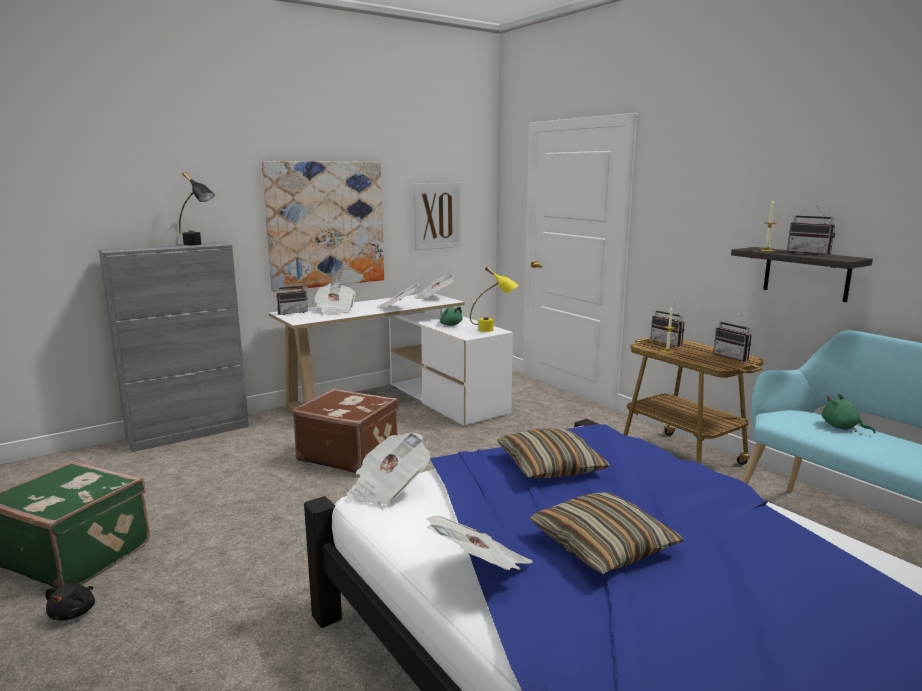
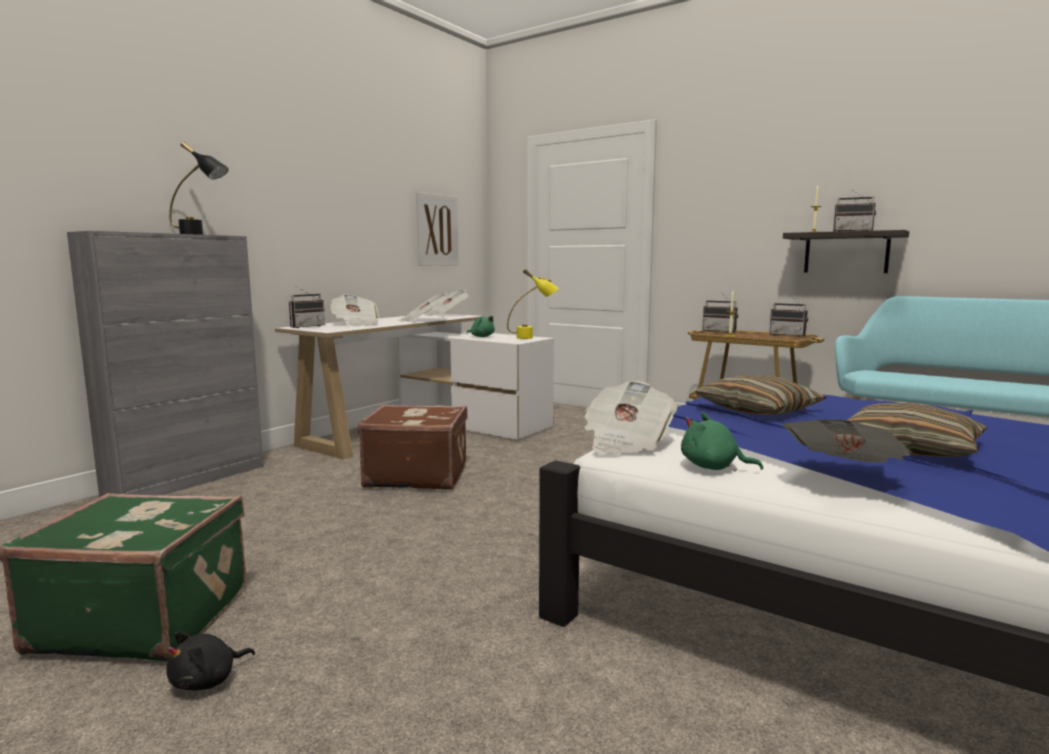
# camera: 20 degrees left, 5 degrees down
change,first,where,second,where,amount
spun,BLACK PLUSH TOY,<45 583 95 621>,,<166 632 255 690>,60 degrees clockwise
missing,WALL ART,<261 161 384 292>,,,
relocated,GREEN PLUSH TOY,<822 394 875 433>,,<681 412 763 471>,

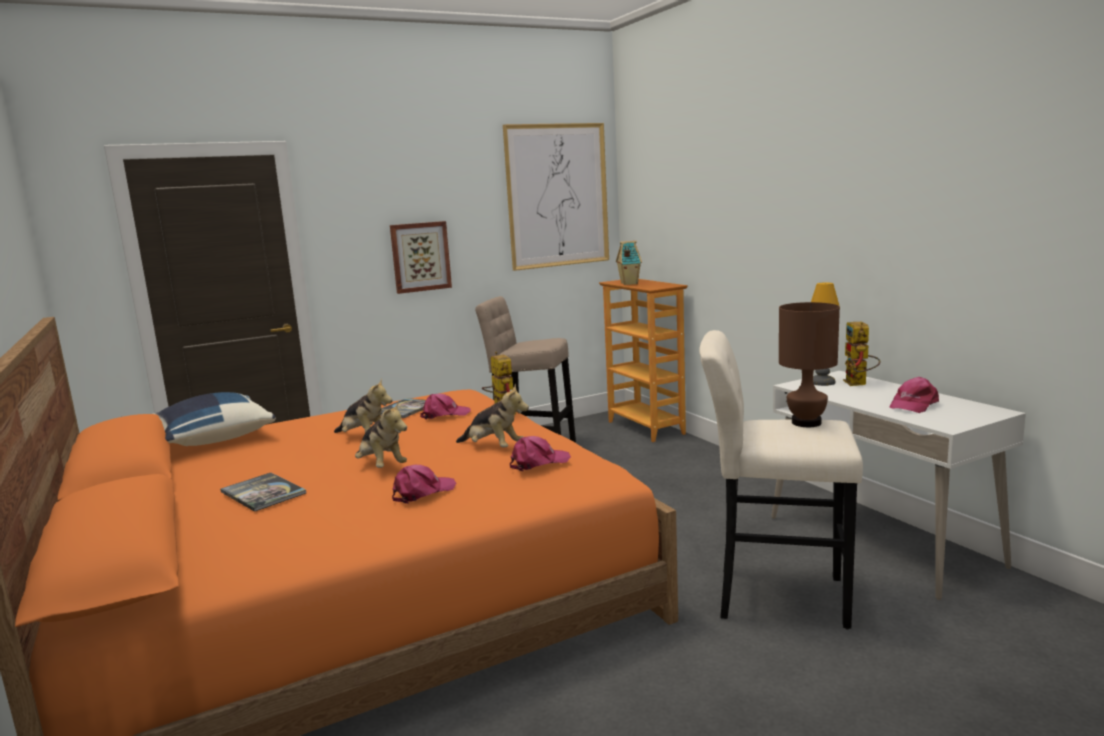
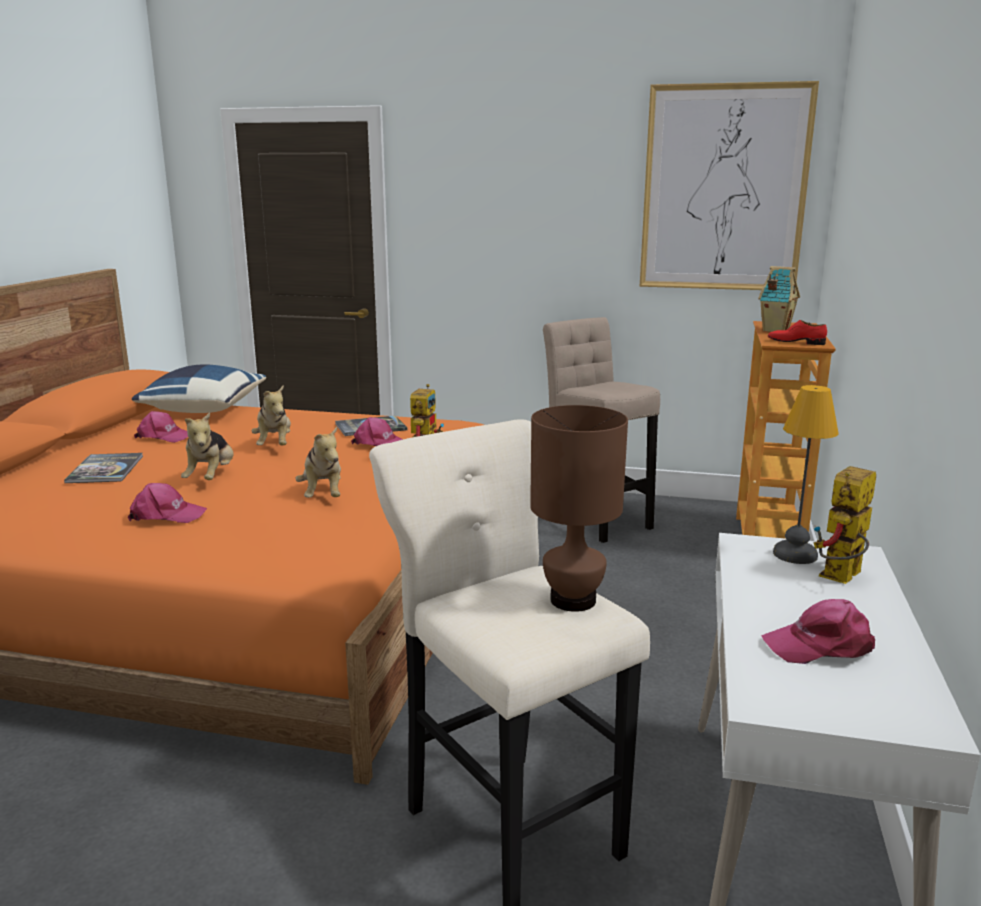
# camera: 40 degrees right, 5 degrees up
change,first,where,second,where,amount
missing,WALL ART,<390 221 452 294>,,,
relocated,PINK-COLOURED CAP,<510 436 571 471>,,<134 411 188 443>,
appeared,,,RED LOW SHOE,<768 320 827 345>,

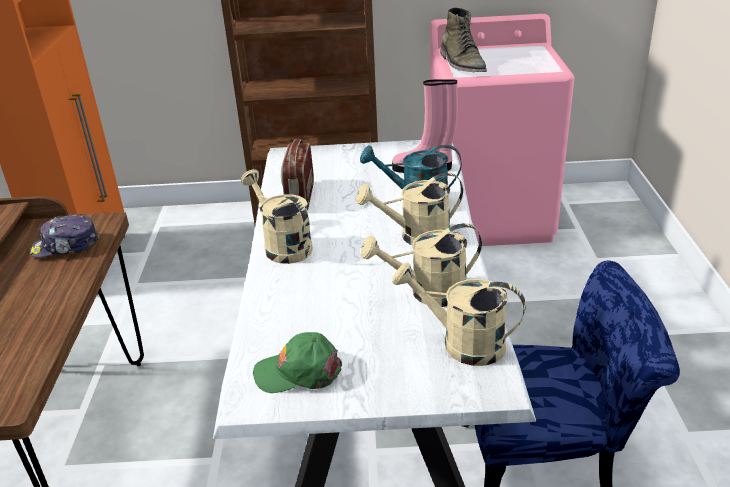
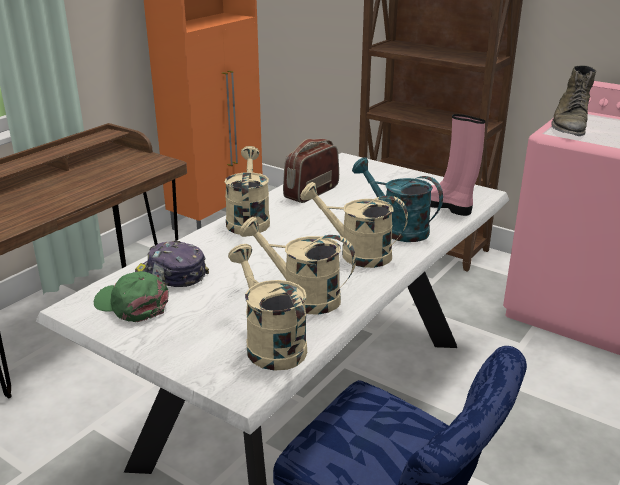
# camera: 35 degrees right, 5 degrees down
change,first,where,second,where,amount
relocated,CAP,<29 215 99 258>,,<135 241 209 287>,

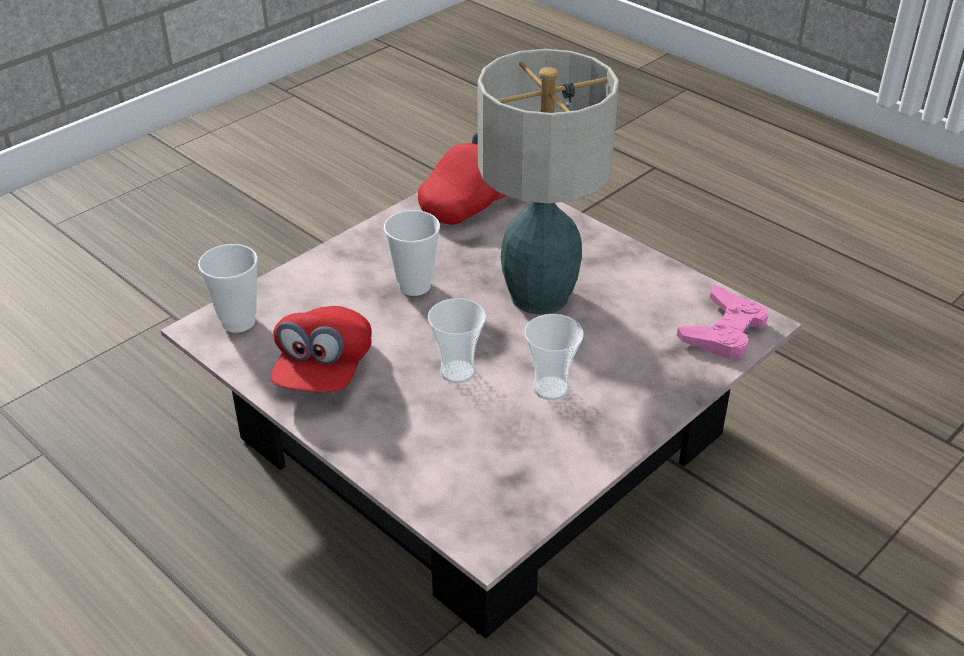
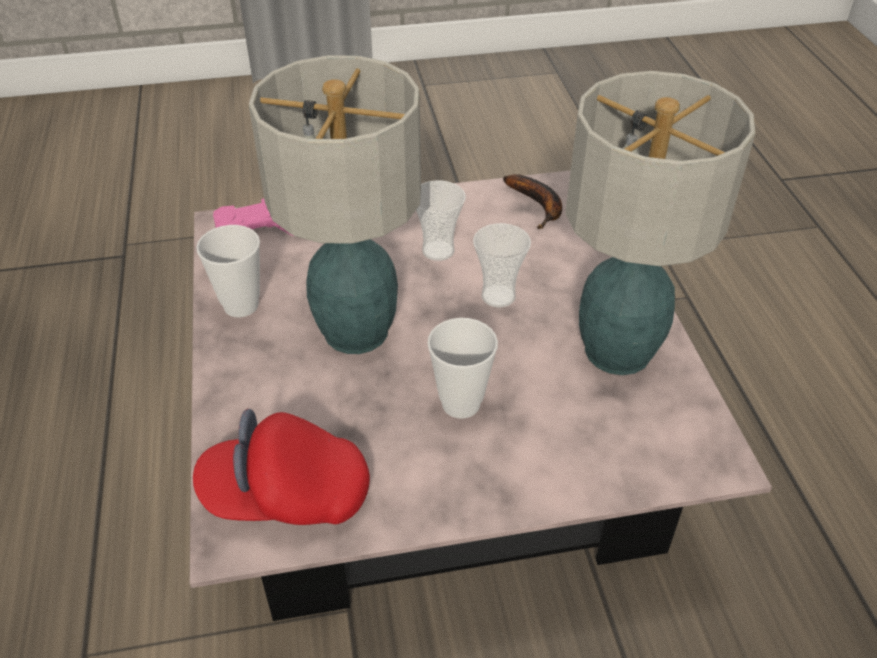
# camera: 145 degrees left, 5 degrees up
change,first,where,second,where,amount
relocated,SMALL CUP,<198 244 258 333>,,<196 225 260 317>,
exchanged,RED CAP,<271 306 372 392>,TABLE LAMP,<565 71 755 375>,
appeared,,,WHOLE BANANA,<503 174 562 229>,

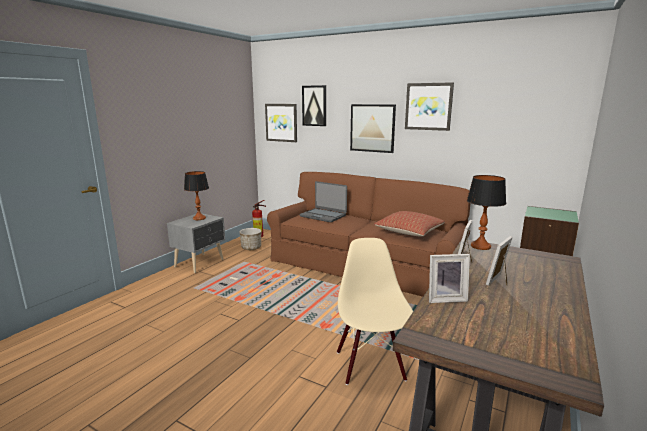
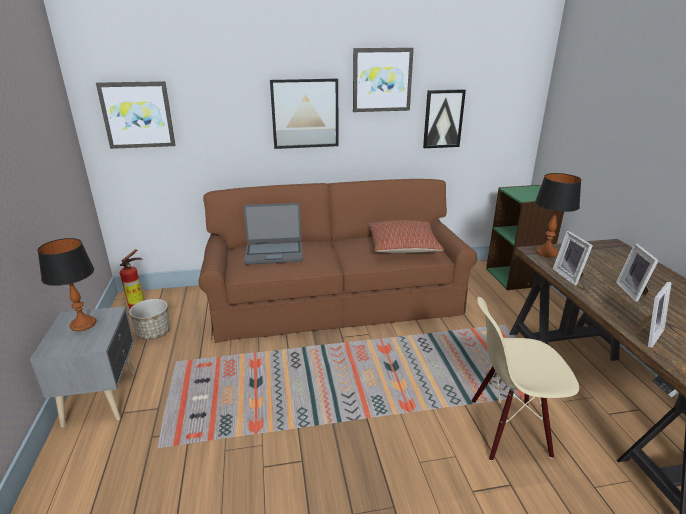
# camera: 40 degrees left, 10 degrees up
change,first,where,second,where,amount
relocated,WALL ART,<302 85 326 126>,,<423 89 466 148>,
spun,BEIGE UPRIGHT CHAIR,<337 238 413 385>,,<472 297 579 461>,45 degrees counterclockwise

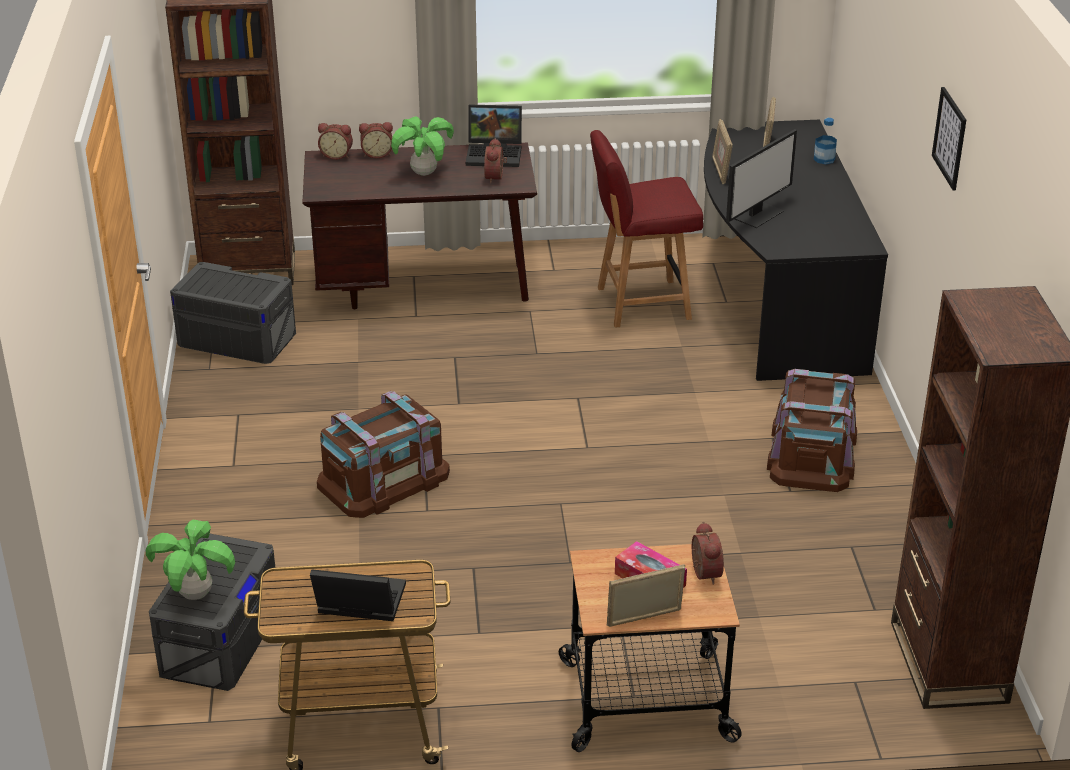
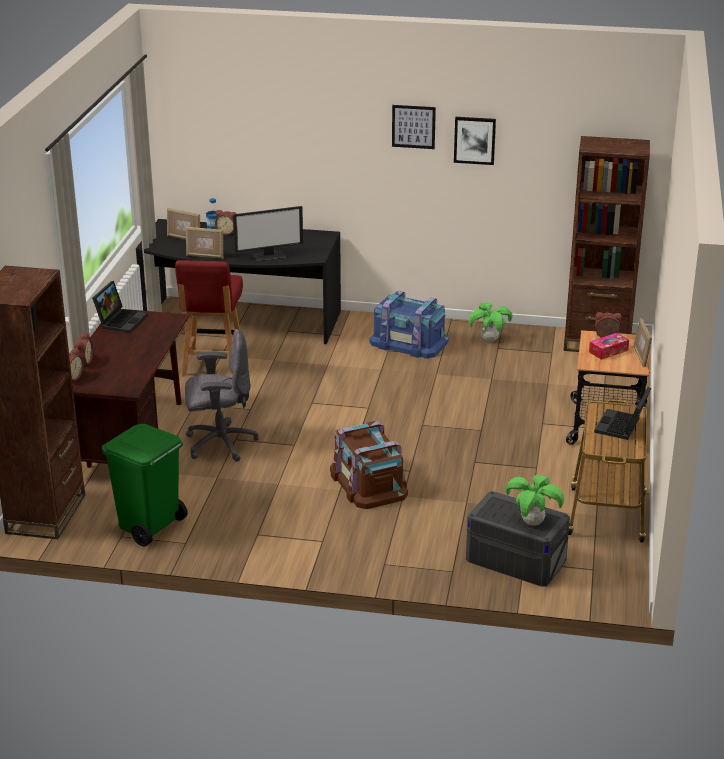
# camera: 75 degrees left, 5 degrees down
change,first,where,second,where,amount
exchanged,GREY STORAGE CONTAINER,<170 262 296 364>,GREEN TRASH CAN,<102 424 188 546>,
relocated,POTTED PLANT,<391 116 454 176>,,<469 302 512 342>,
relocated,ALARM CLOCK,<484 138 507 184>,,<215 210 237 235>,
spun,COMPUTER SCREEN,<726 129 797 228>,,<233 206 303 262>,105 degrees clockwise
colour,BROWN STORAGE CONTAINER,<767 369 857 492>,BLUISH STORAGE CONTAINER,<369 291 449 358>,
appeared,,,GREY OFFICE CHAIR,<185 329 259 462>,
appeared,,,WALL ART,<454 117 496 165>,

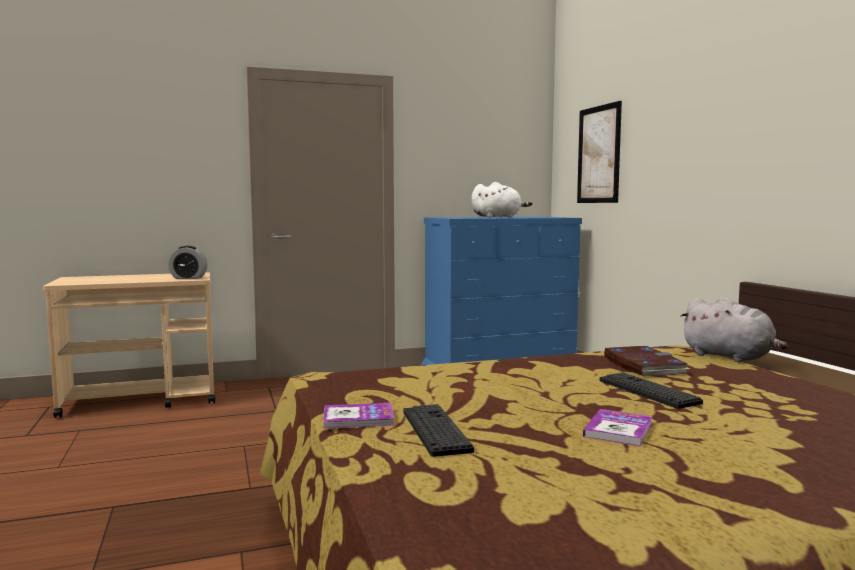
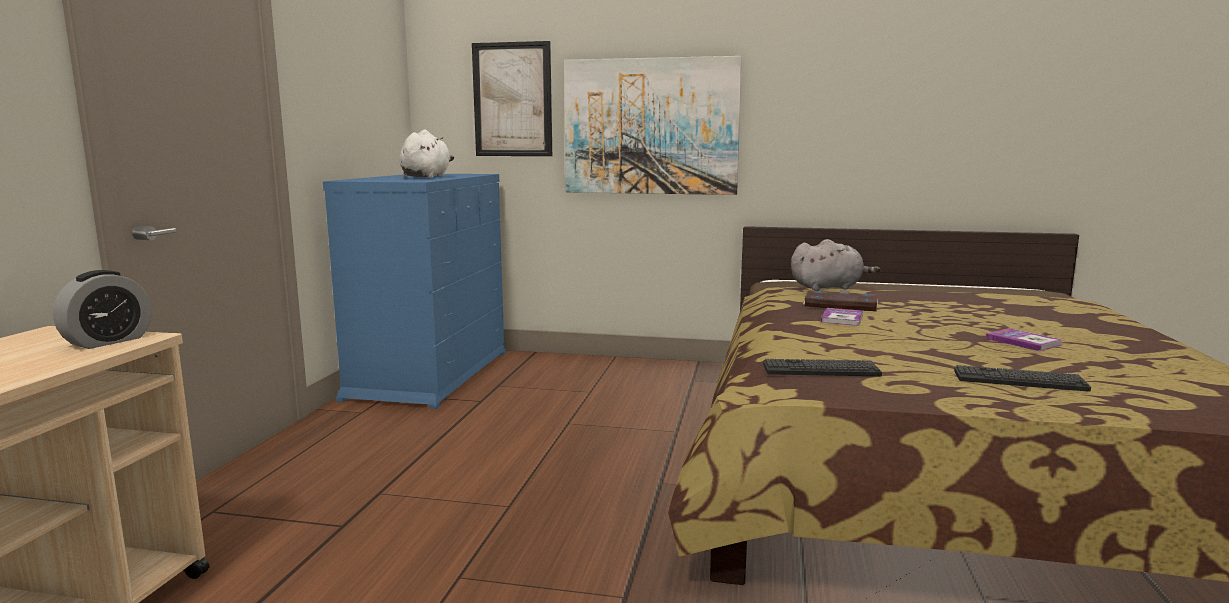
# camera: 60 degrees left, 5 degrees up
change,first,where,second,where,amount
relocated,BOUND BOOK,<323 403 395 429>,,<821 308 863 326>,
relocated,KEYBOARD,<600 372 703 409>,,<763 359 882 376>,
appeared,,,WALL ART,<564 56 742 195>,

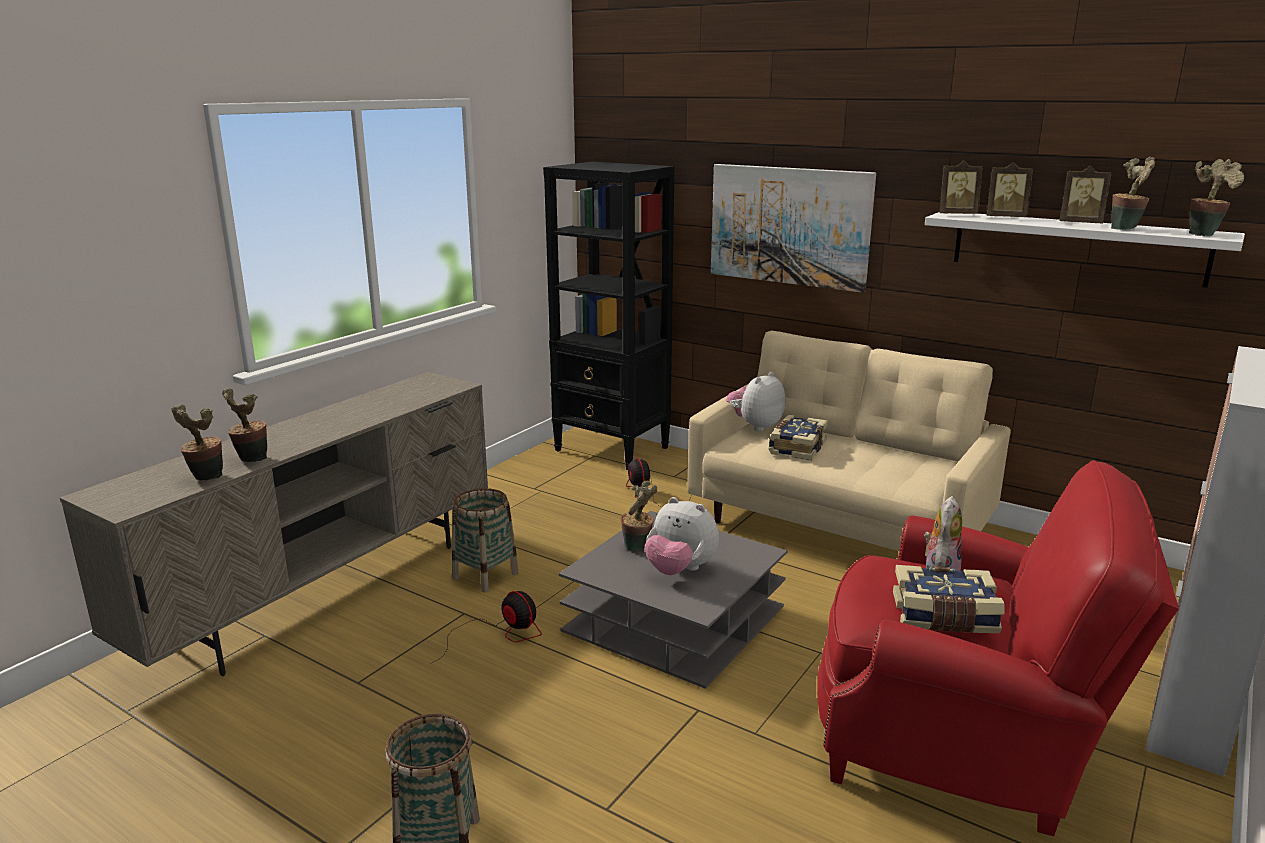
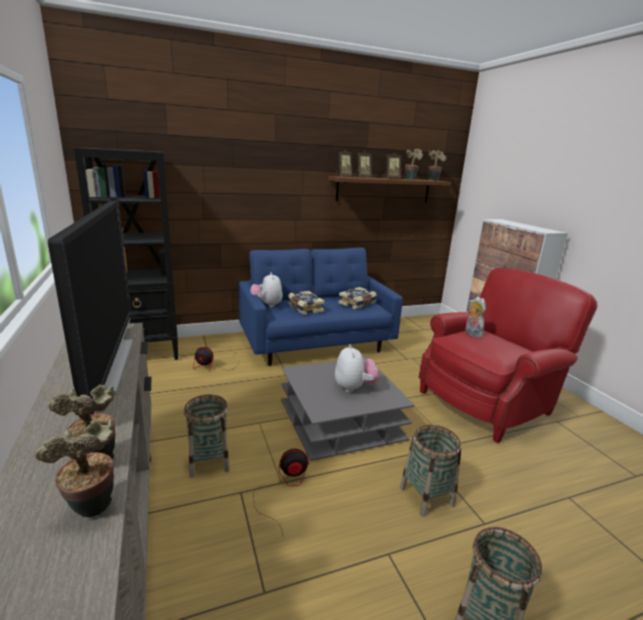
# camera: 55 degrees left, 0 degrees up
change,first,where,second,where,amount
missing,POTTED PLANT,<621 481 657 551>,,,
spun,PLUSH TOY,<645 497 719 575>,,<335 344 379 392>,75 degrees counterclockwise
colour,BEIGE SOFA,<687 331 1011 551>,BLUISH SOFA,<239 247 403 366>,
missing,WALL ART,<711 164 876 293>,,,
relocated,BOUND BOOK,<893 565 1004 633>,,<339 287 377 309>,
colour,WHITE-COLOURED BRACKET SHELF,<925 212 1245 288>,BROWN BRACKET SHELF,<329 176 451 203>,
appeared,,,TELEVISION,<48 201 133 418>,
appeared,,,STORAGE BASKET,<400 425 461 517>,

